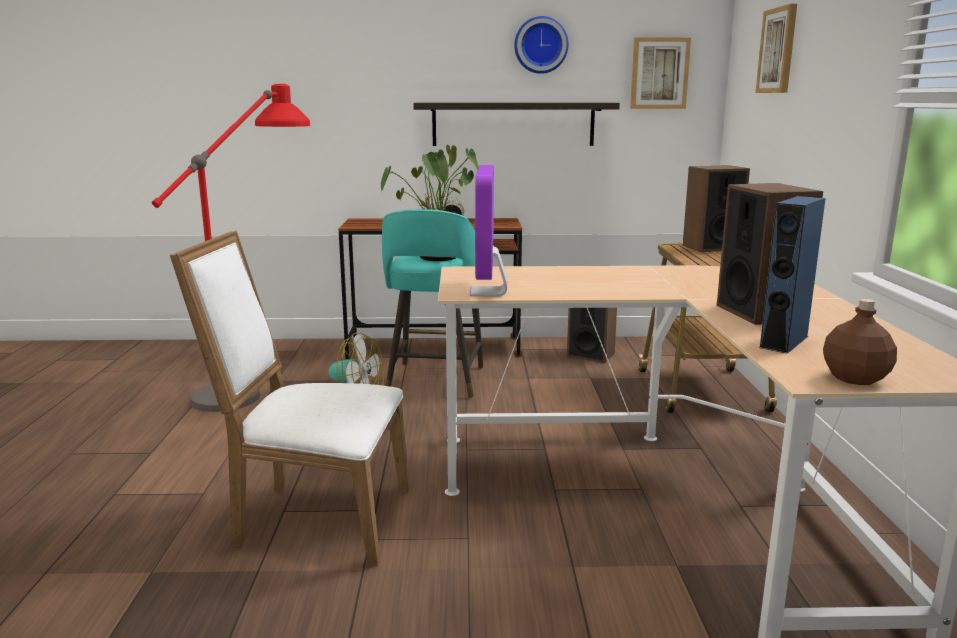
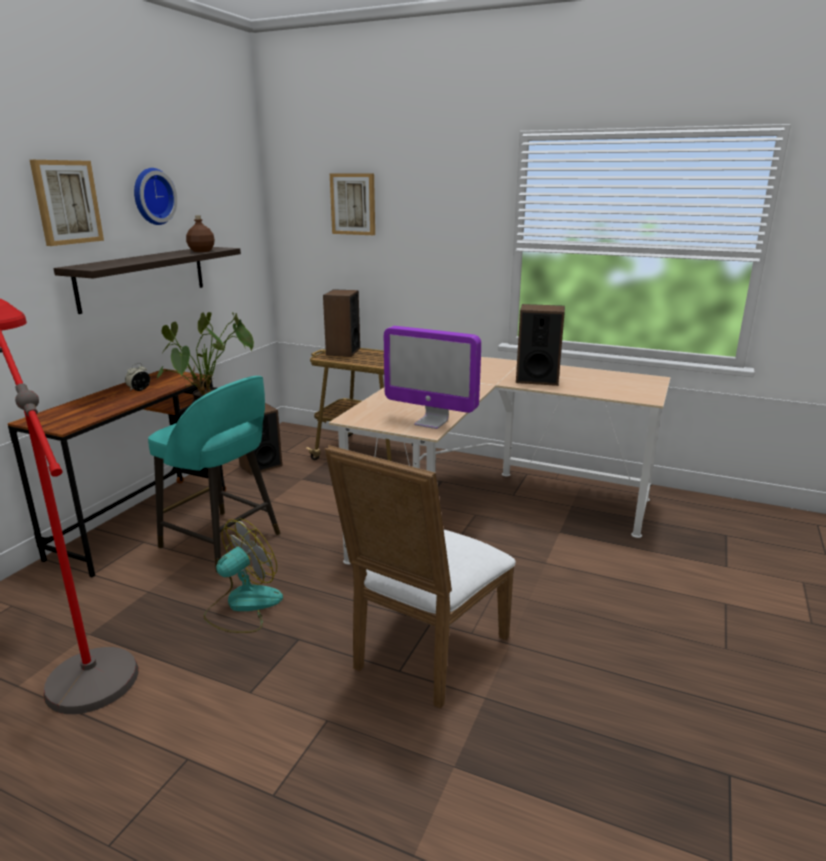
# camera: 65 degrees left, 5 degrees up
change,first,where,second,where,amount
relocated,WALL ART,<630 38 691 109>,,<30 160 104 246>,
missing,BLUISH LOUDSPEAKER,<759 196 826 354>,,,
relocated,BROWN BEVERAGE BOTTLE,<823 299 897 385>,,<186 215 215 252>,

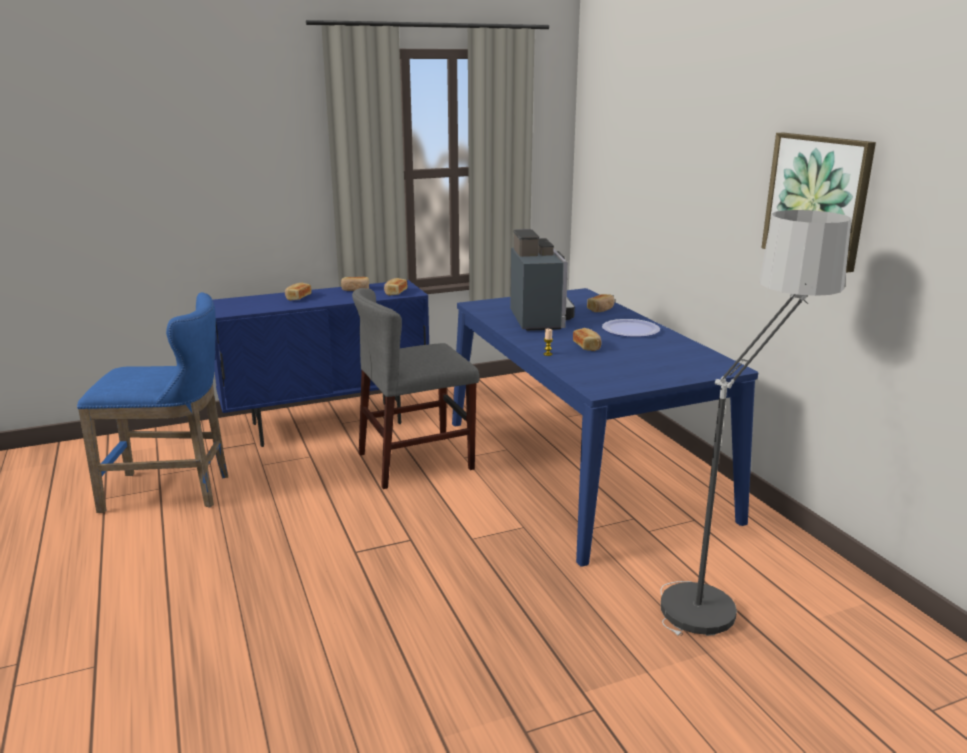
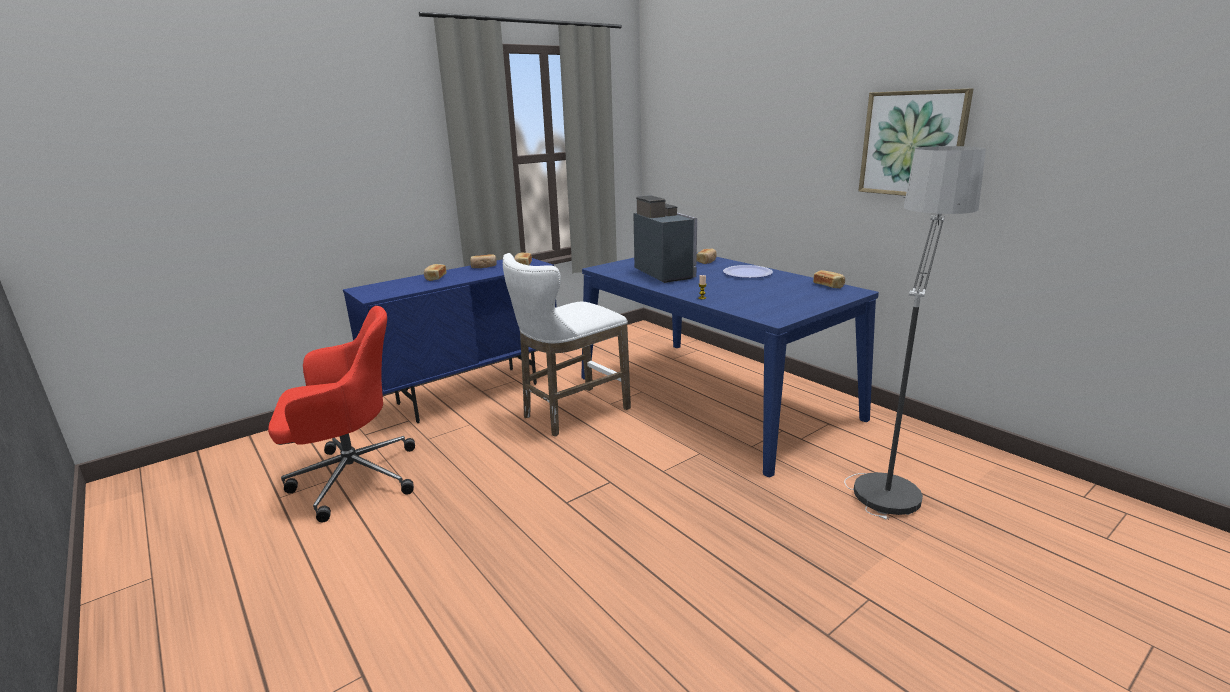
# camera: 15 degrees left, 0 degrees up
change,first,where,second,where,amount
exchanged,BLUISH STOOL,<77 292 228 513>,RED OFFICE CHAIR,<268 306 415 522>,
exchanged,GREY UPRIGHT CHAIR,<352 288 479 489>,WHITE-COLOURED STOOL,<503 253 631 436>,
relocated,BAKED BREAD,<573 328 602 351>,,<813 270 845 288>,

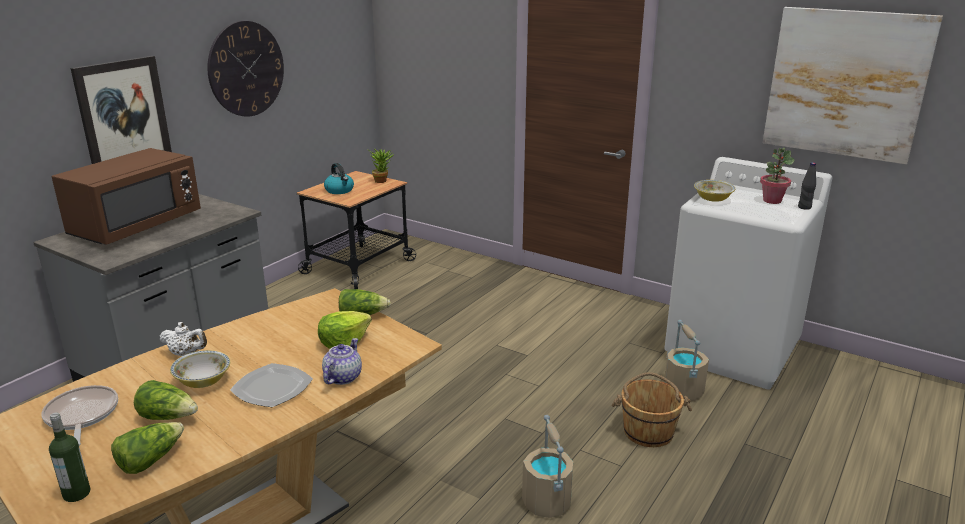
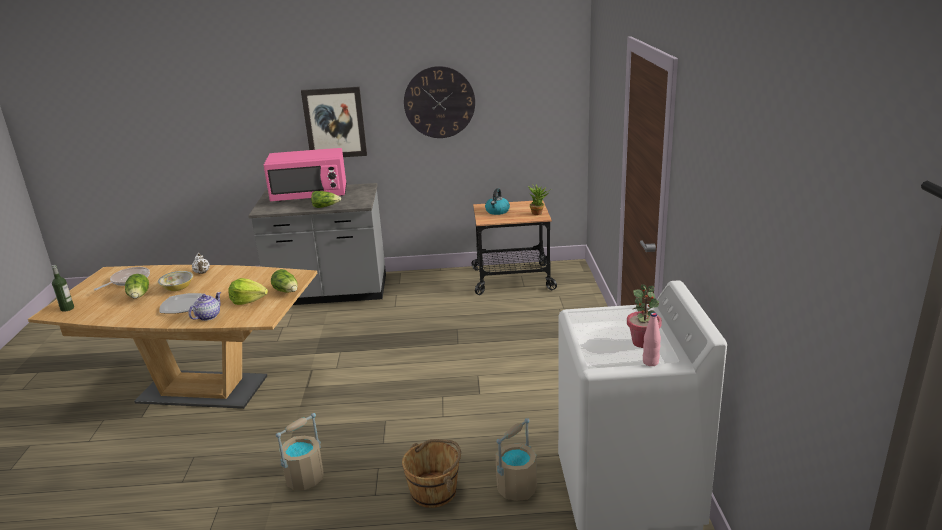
# camera: 55 degrees right, 0 degrees up
change,first,where,second,where,amount
colour,BROWN MICROWAVE,<52 148 201 244>,PINK-COLOURED MICROWAVE,<264 148 347 202>,
relocated,LETTUCE HEAD,<111 422 184 474>,,<311 191 341 208>,
spun,TEA POT,<322 338 362 385>,,<189 292 221 321>,45 degrees counterclockwise
missing,DEEP DISH,<694 180 735 202>,,,
missing,WALL ART,<763 7 943 164>,,,
colour,BLACK BEVERAGE BOTTLE,<798 162 816 210>,PINK-COLOURED BEVERAGE BOTTLE,<643 312 661 366>,

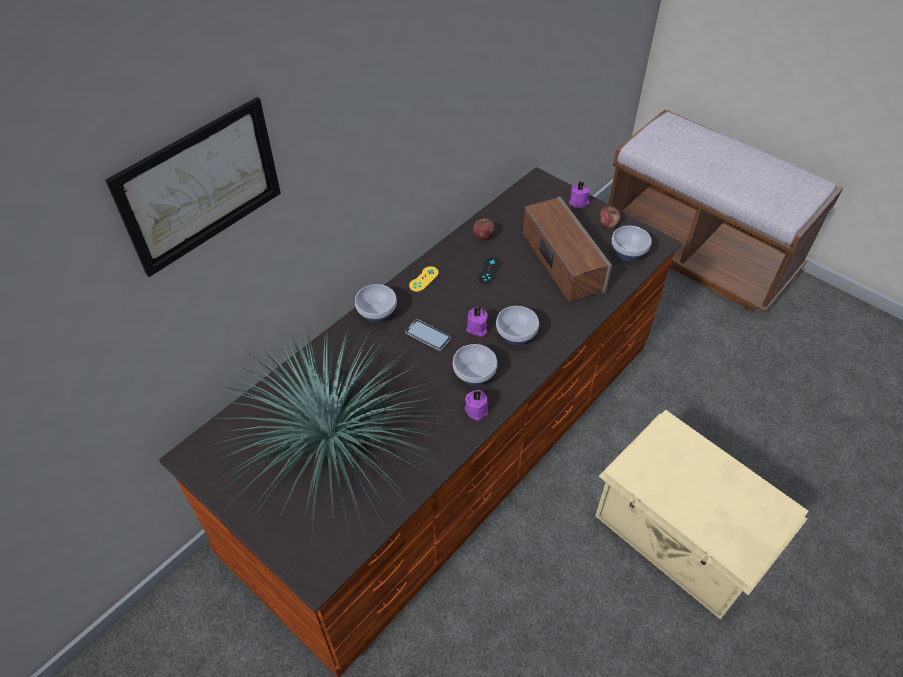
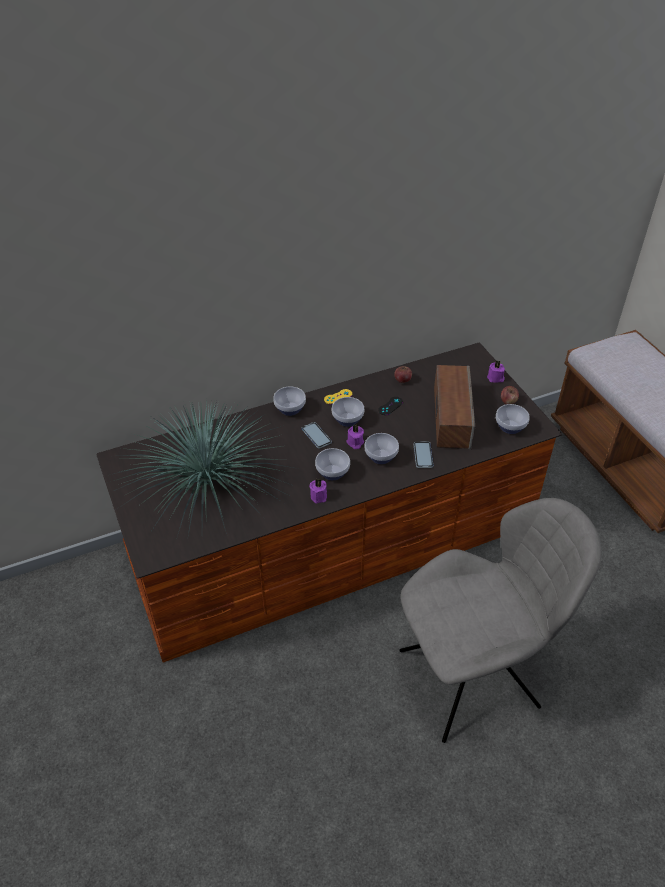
# camera: 25 degrees right, 5 degrees down
change,first,where,second,where,amount
missing,WALL ART,<105 97 281 277>,,,
exchanged,BEIGE STORAGE CONTAINER,<595 410 809 620>,GREY UPRIGHT CHAIR,<400 498 601 743>,
appeared,,,DEEP DISH,<332 397 365 427>,
appeared,,,TELEPHONE,<414 442 433 468>,

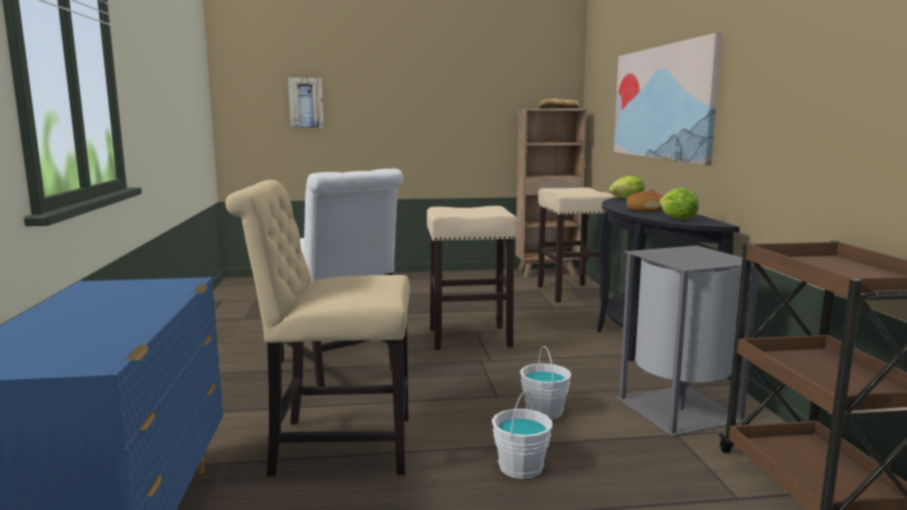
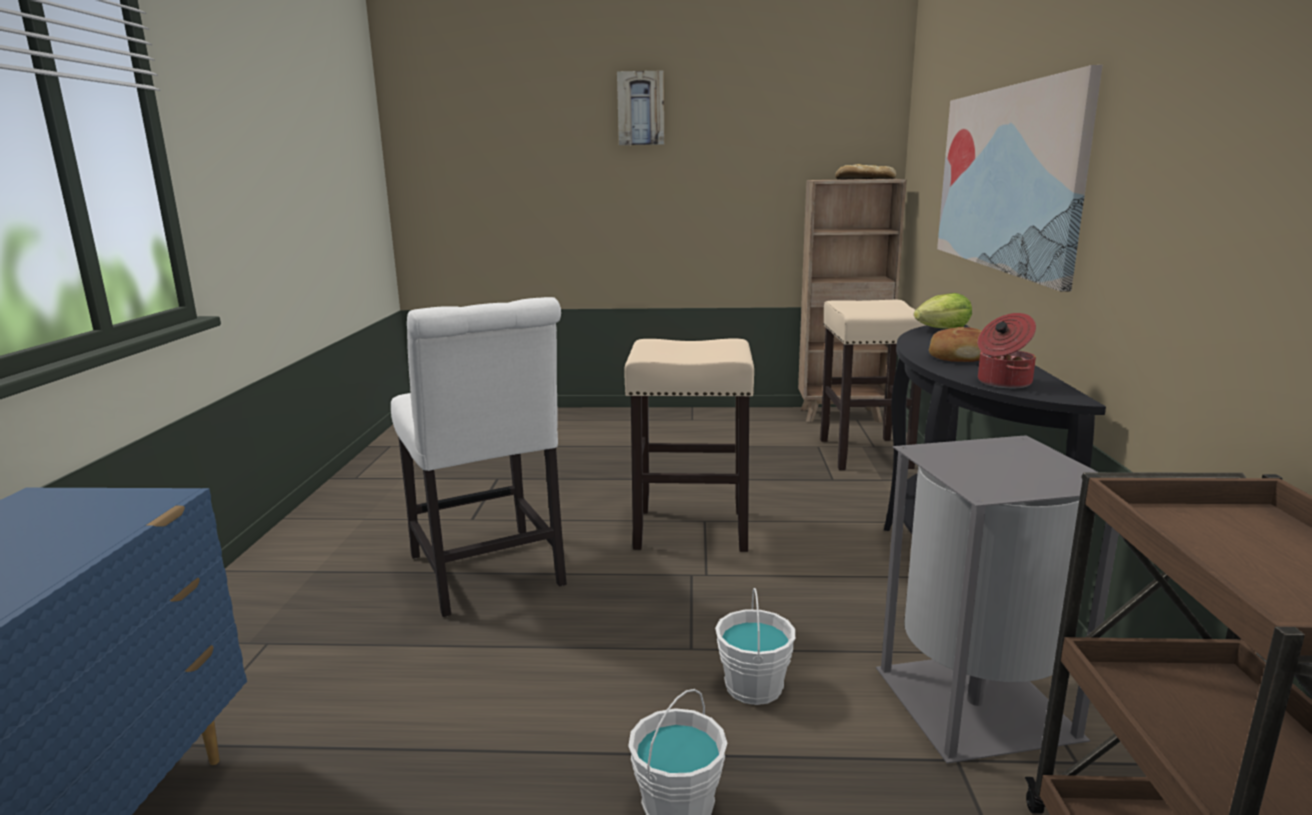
# camera: 10 degrees right, 5 degrees up
change,first,where,second,where,amount
missing,BEIGE UPRIGHT CHAIR,<226 180 410 477>,,,
relocated,WALL ART,<288 77 324 128>,,<617 70 664 145>,
exchanged,LETTUCE HEAD,<659 188 698 219>,SAUCEPOT,<978 313 1036 388>,

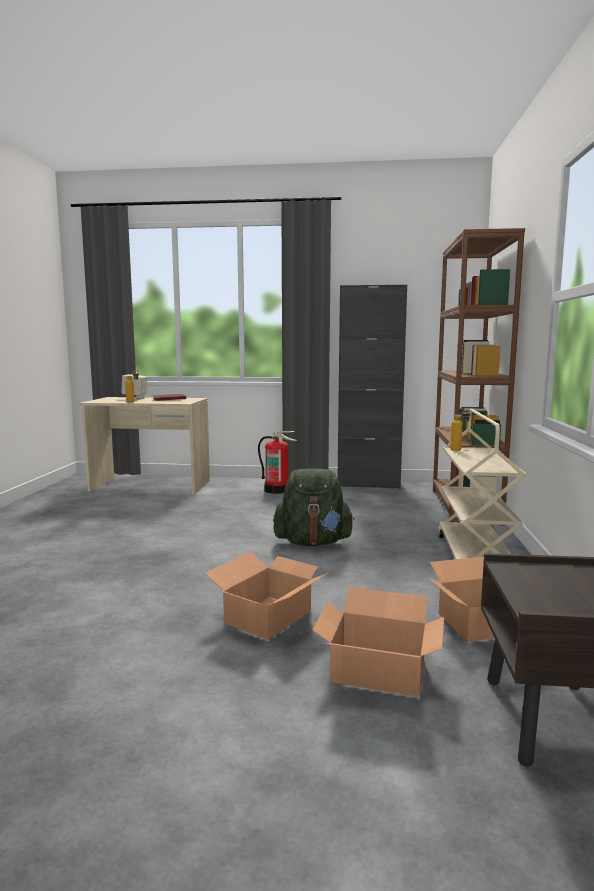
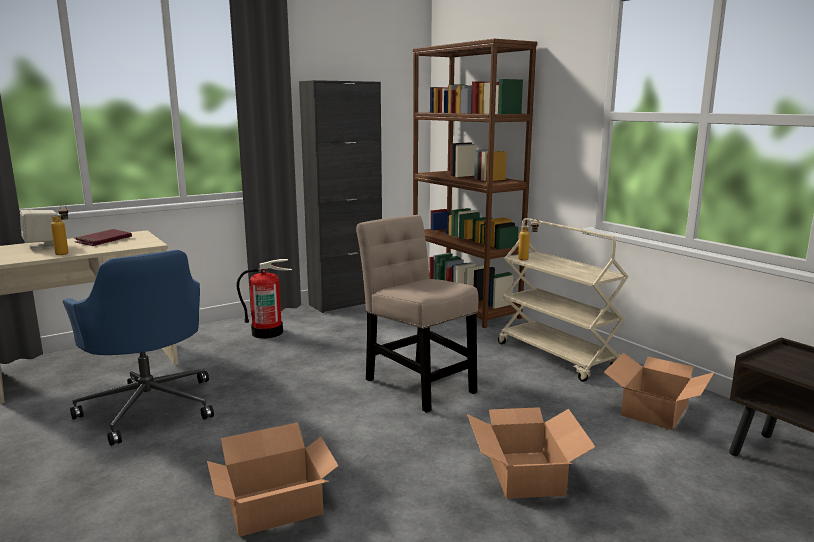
# camera: 40 degrees left, 5 degrees up
change,first,where,second,where,amount
exchanged,GREEN BACKPACK,<273 469 355 546>,BEIGE UPRIGHT CHAIR,<356 215 478 413>,
relocated,CARDBOARD BOX,<313 587 444 697>,,<207 422 338 537>,
appeared,,,BLUISH OFFICE CHAIR,<63 250 214 446>,

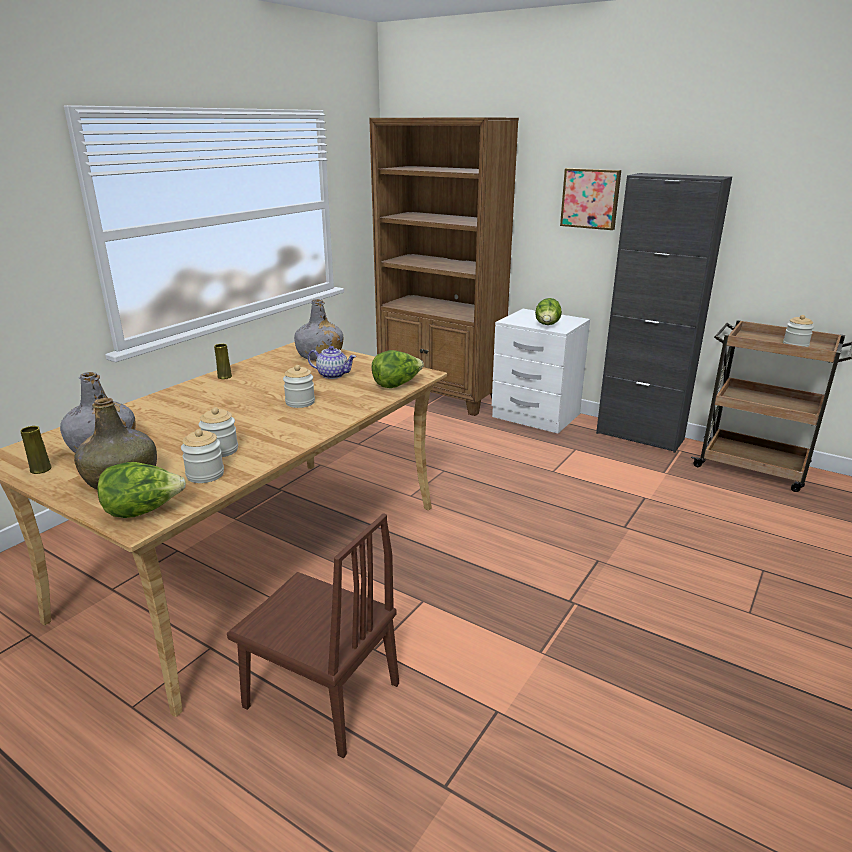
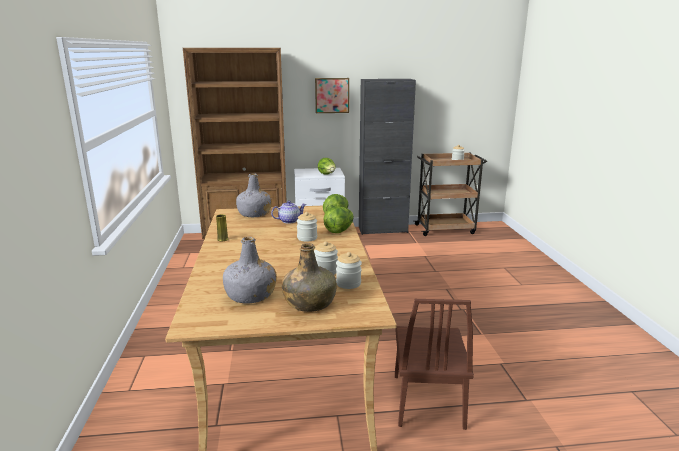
# camera: 40 degrees left, 5 degrees down
change,first,where,second,where,amount
missing,YELLOW-COLOURED DECORATIVE VASE,<20 426 51 474>,,,
relocated,LETTUCE HEAD,<97 462 186 518>,,<324 206 354 233>,
spun,BROWN UPRIGHT CHAIR,<227 513 399 758>,,<395 299 474 430>,105 degrees clockwise

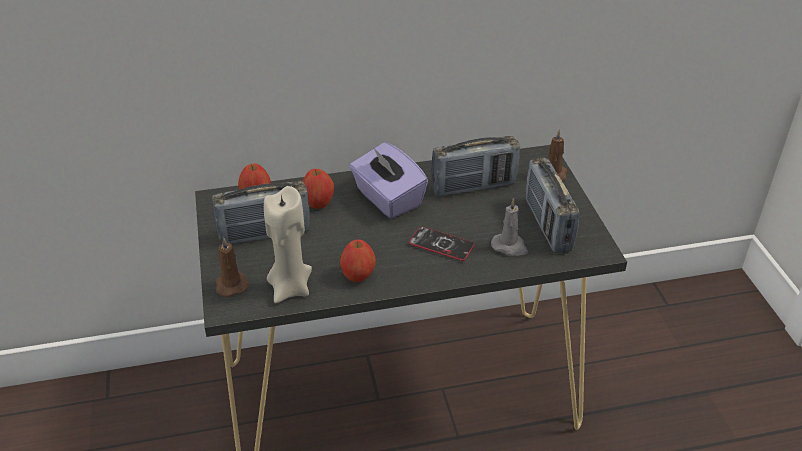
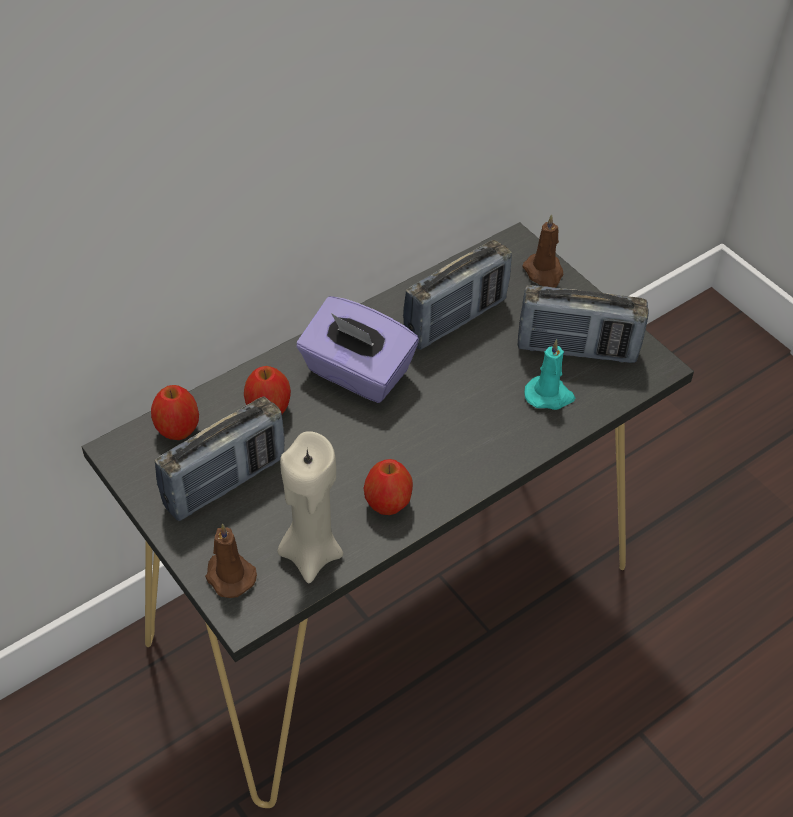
# camera: 25 degrees left, 10 degrees up
change,first,where,second,where,amount
missing,TELEPHONE,<408 226 475 261>,,,
colour,GREY CANDLE,<491 198 528 256>,BLUE-GREEN CANDLE,<525 339 575 410>,
spun,RADIO,<525 158 580 253>,,<518 285 649 363>,45 degrees counterclockwise

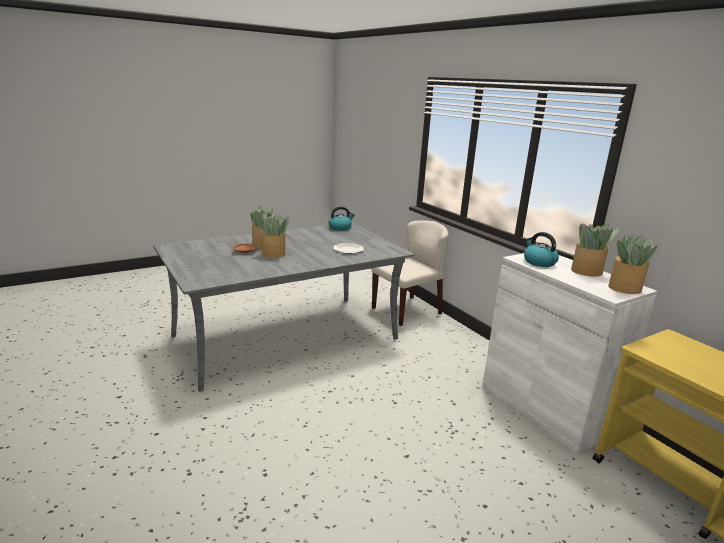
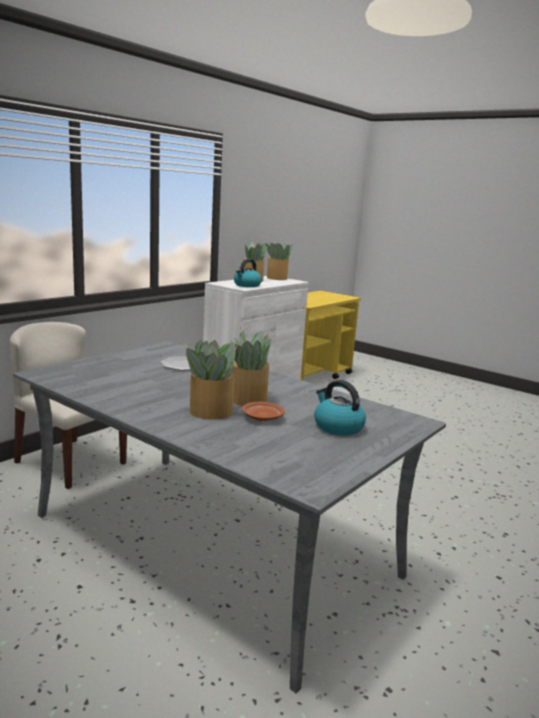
# camera: 110 degrees left, 5 degrees down
change,first,where,second,where,amount
relocated,TEA KETTLE,<328 206 355 231>,,<314 380 366 436>,

